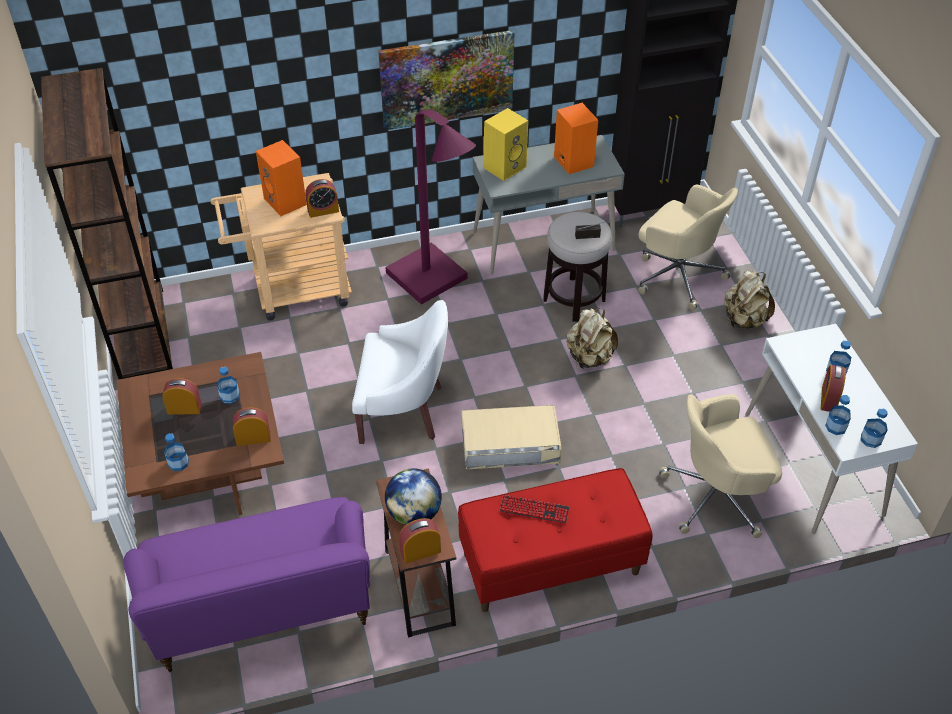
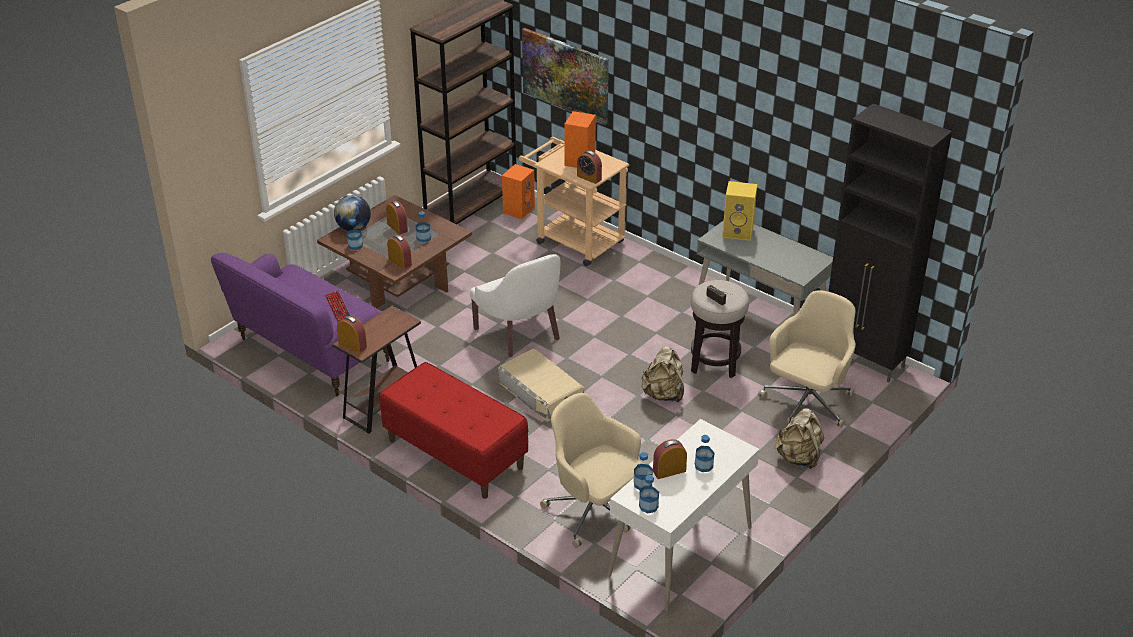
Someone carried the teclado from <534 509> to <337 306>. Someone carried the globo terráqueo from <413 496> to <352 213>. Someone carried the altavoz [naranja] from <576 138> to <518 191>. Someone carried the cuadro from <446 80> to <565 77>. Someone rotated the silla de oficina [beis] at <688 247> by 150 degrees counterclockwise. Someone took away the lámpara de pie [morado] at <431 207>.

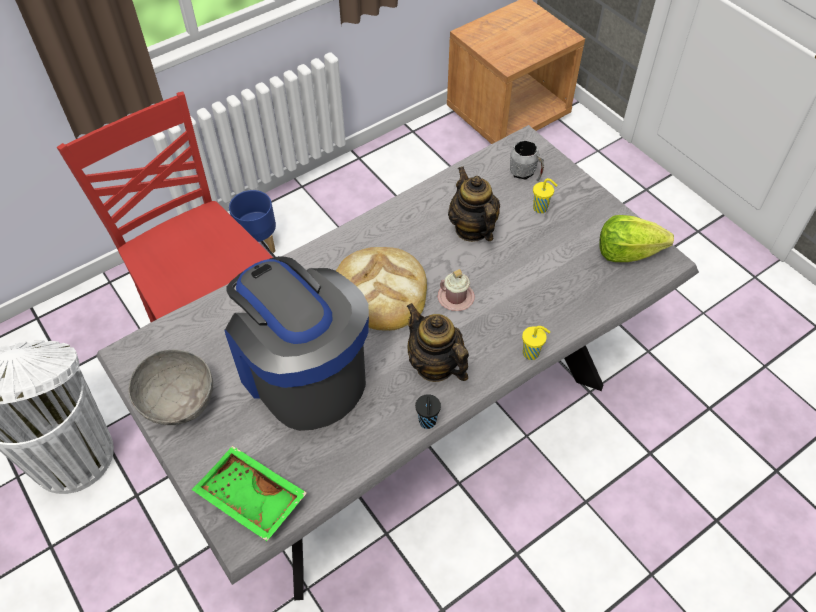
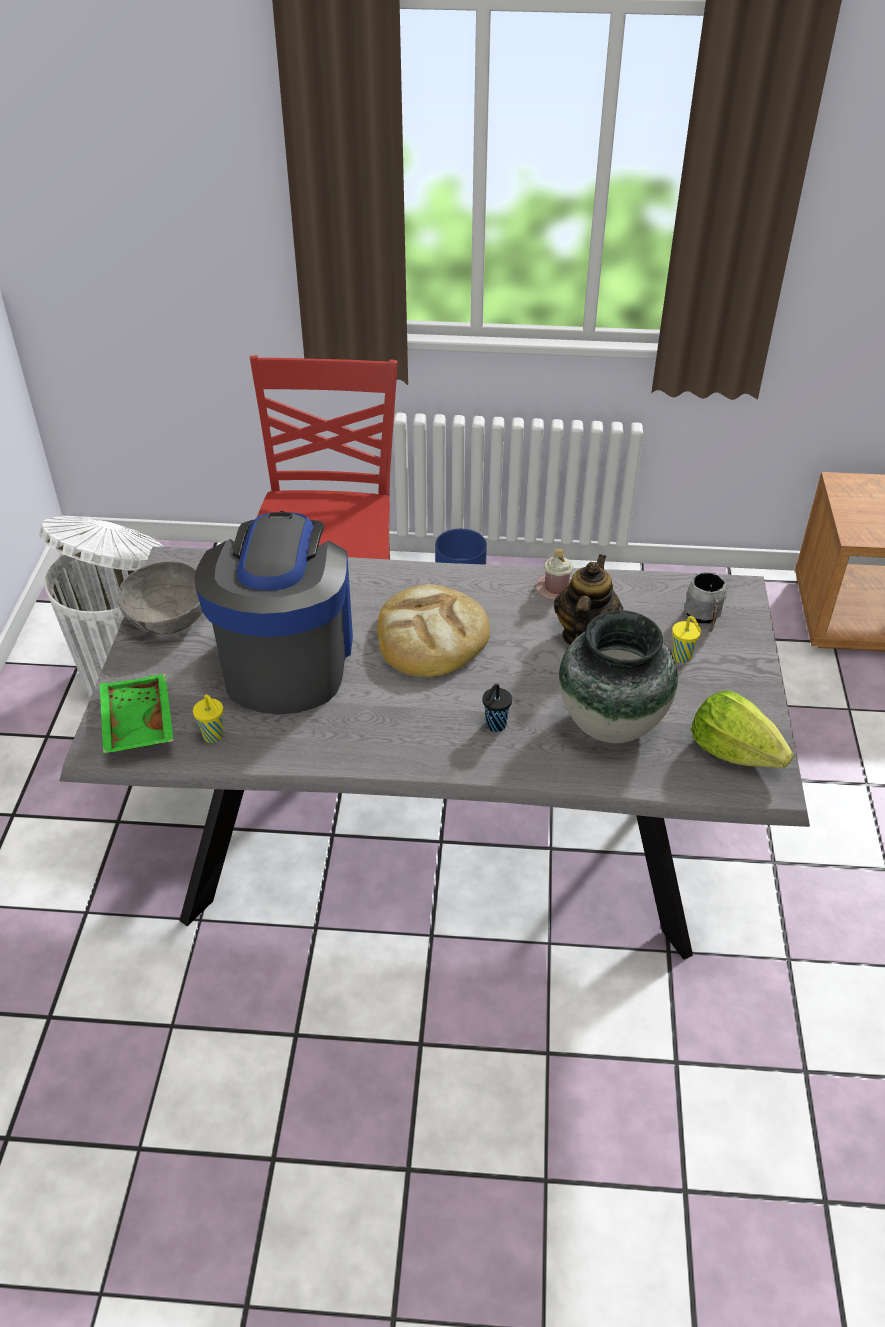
Someone carried the taza [amarillo] from <536 343> to <208 718>. Someone carried the taza [negro] from <428 411> to <497 708>. Someone carried the taza grande [rosa] from <456 290> to <554 574>. Someone put down the florero at <618 676>. Someone took away the tetera at <437 342>.

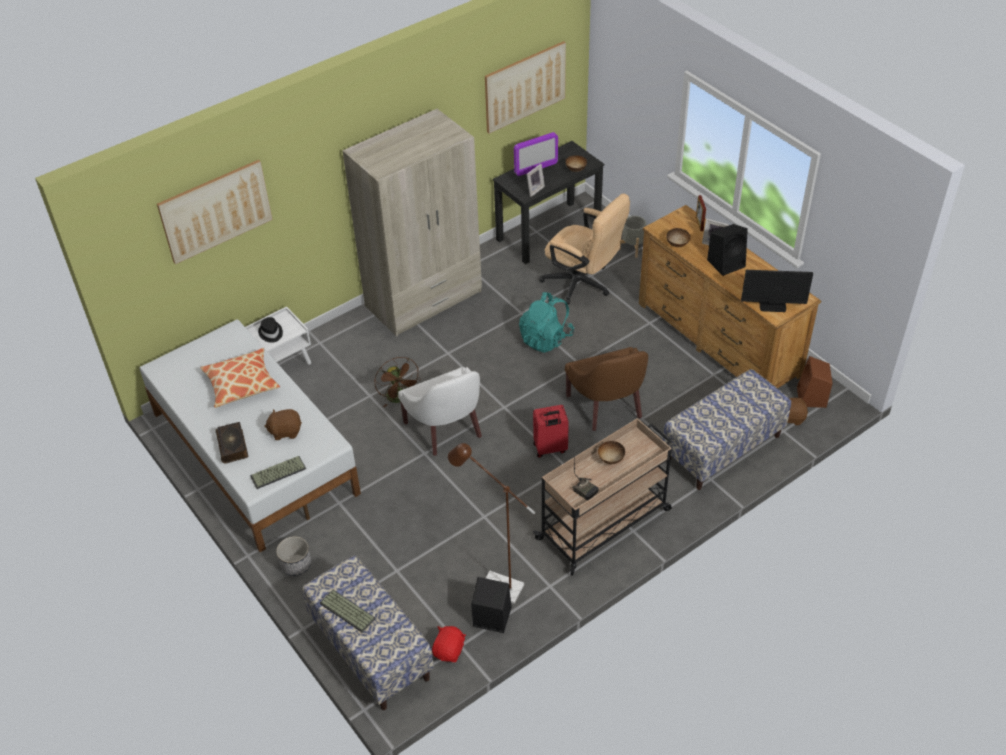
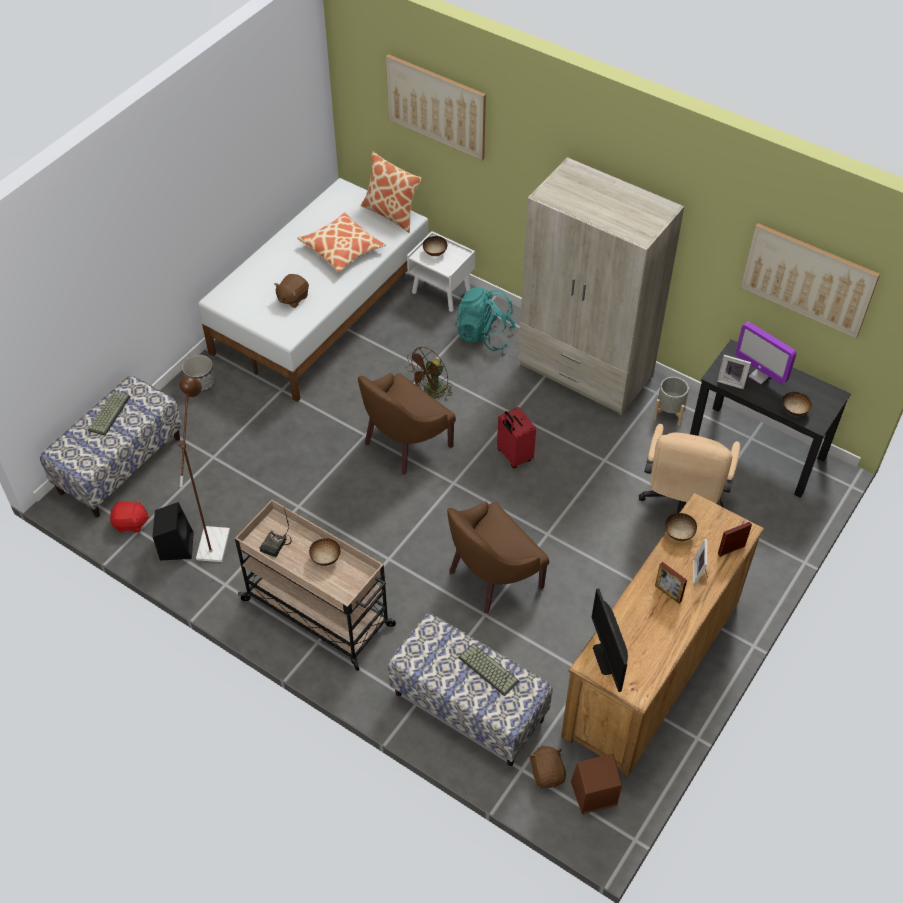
Someone rotated the peluche [marrón] at <283 424> by 120 degrees counterclockwise. Someone repainted the sillón [blanco] at <440 411>, which became the sillón [marrón] at <407 424>. Someone put down the cojín at <391 192>. Someone swapped the sombrero [negro] at <270 330> for the cuenco at <435 246>. Someone carried the mochila [turquesa] from <546 322> to <485 319>. Someone carried the teclado from <278 472> to <488 669>. Someone carried the maleta [rojo] from <551 431> to <516 437>. Someone carried the maceta [gris] from <632 237> to <671 401>. Someone swapped the altavoz [negro] at <727 250> for the portarretratos at <671 583>. Someone took away the libro at <232 443>.

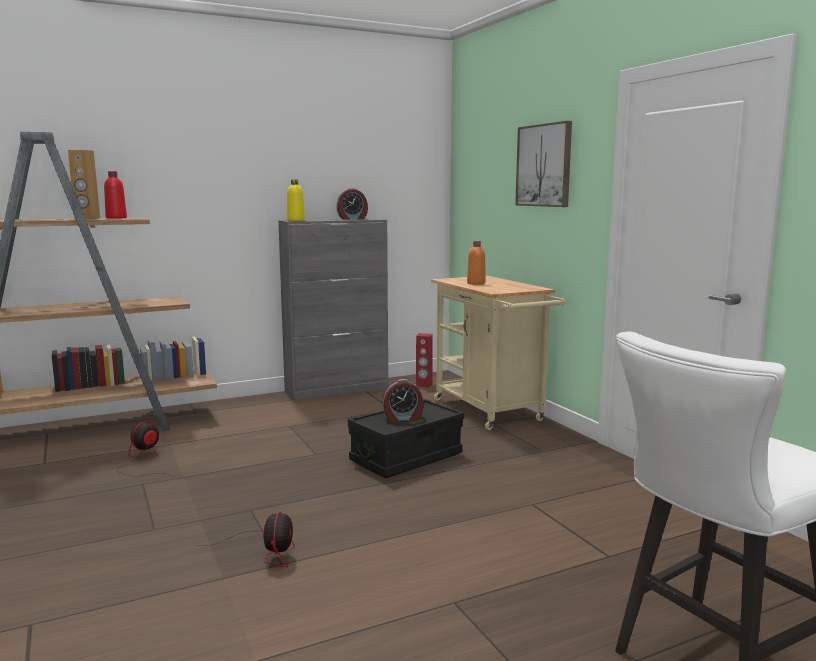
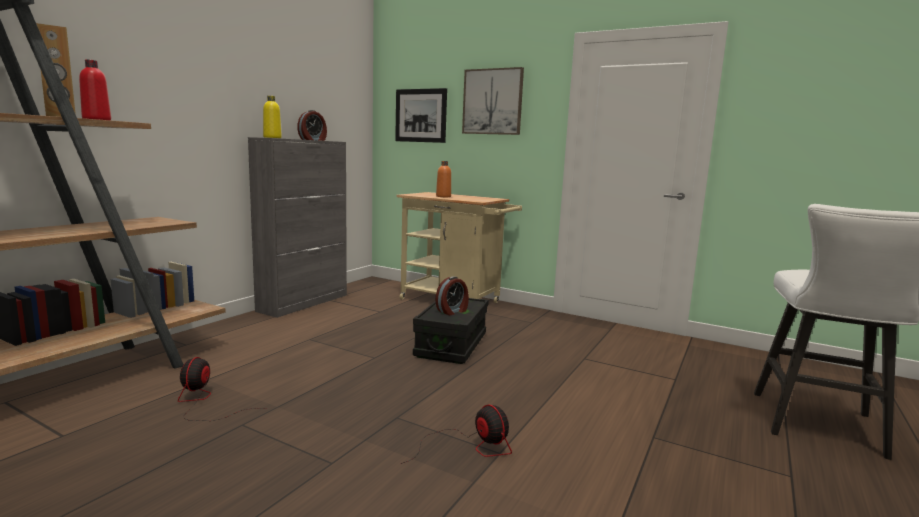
Someone put up the cuadro at <421 115>. Someone took away the altavoz [rojo] at <424 360>.

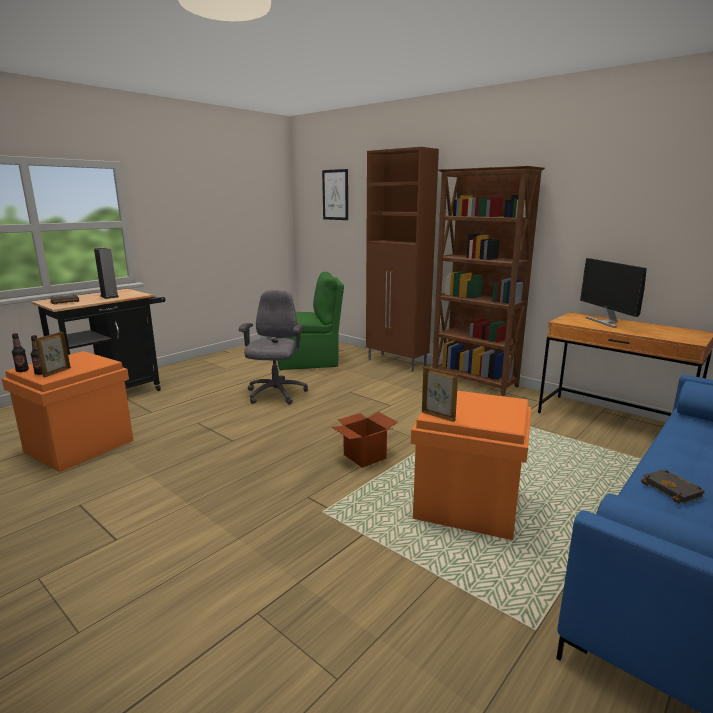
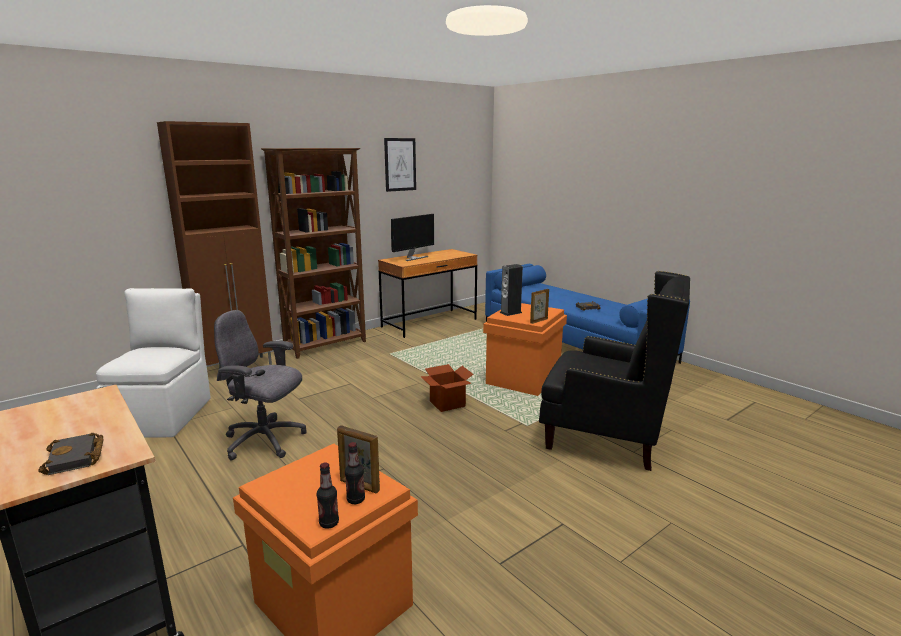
Someone repainted the silla [verde] at <310 321>, which became the silla [blanco] at <153 363>. Someone carried the cuadro from <335 194> to <400 165>. Someone rotated the monitor at <613 293> by 45 degrees counterclockwise. Someone carried the altavoz from <106 273> to <511 290>. Someone put down the sillón [negro] at <614 371>.

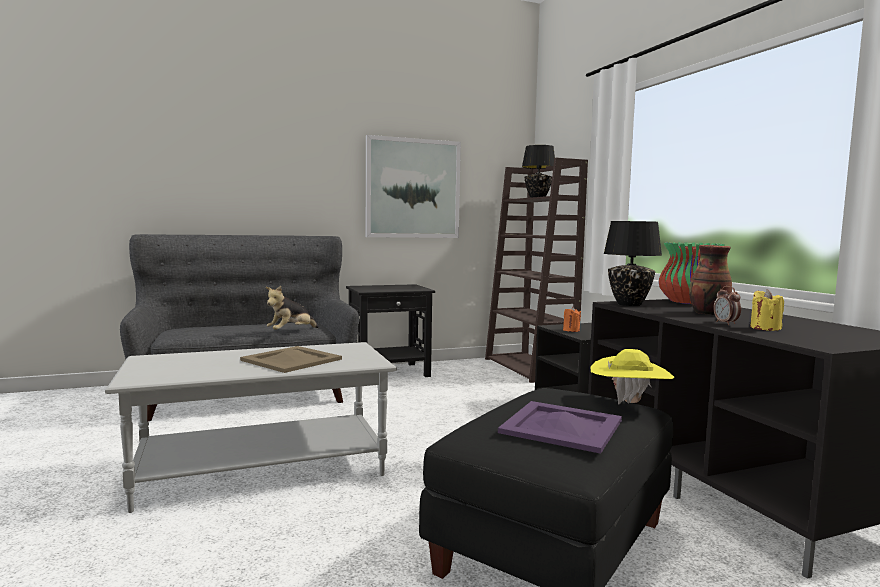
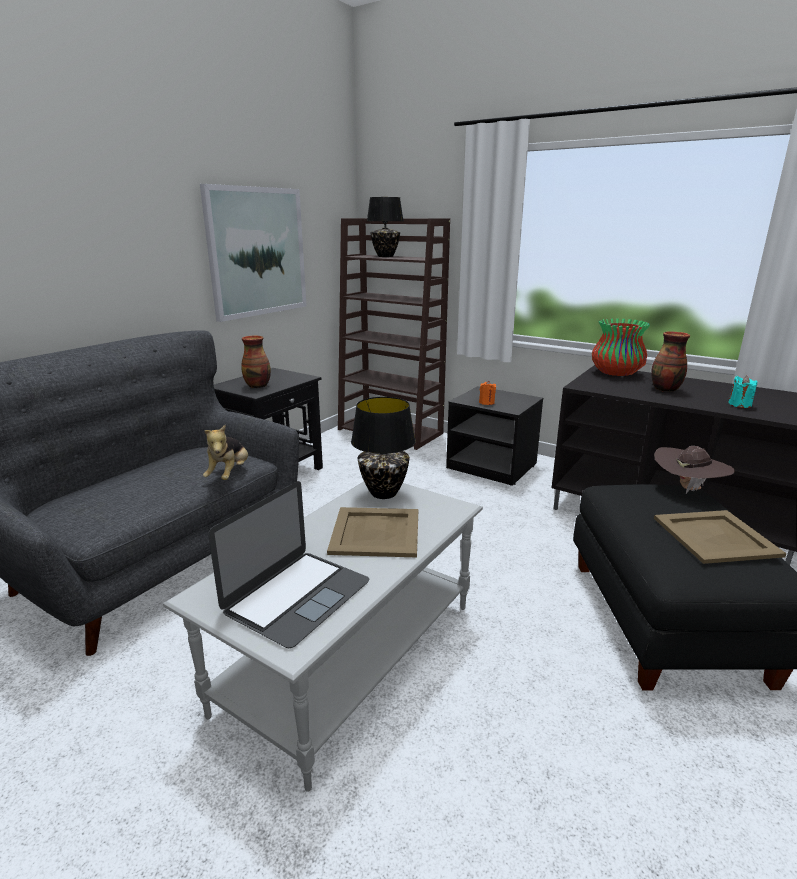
Someone put down the portátil at <289 564>. Someone put down the florero at <256 362>. Someone carried the lámpara de mesa [negro] from <632 263> to <383 448>. Someone repainted the sombrero [amarillo] at <632 377>, which became the sombrero [marrón] at <694 470>. Someone repainted the bandeja [morado] at <560 427>, which became the bandeja [beis] at <720 537>. Someone repainted the vela [amarillo] at <767 310>, which became the vela [turquesa] at <742 392>. Someone took away the despertador at <727 305>.

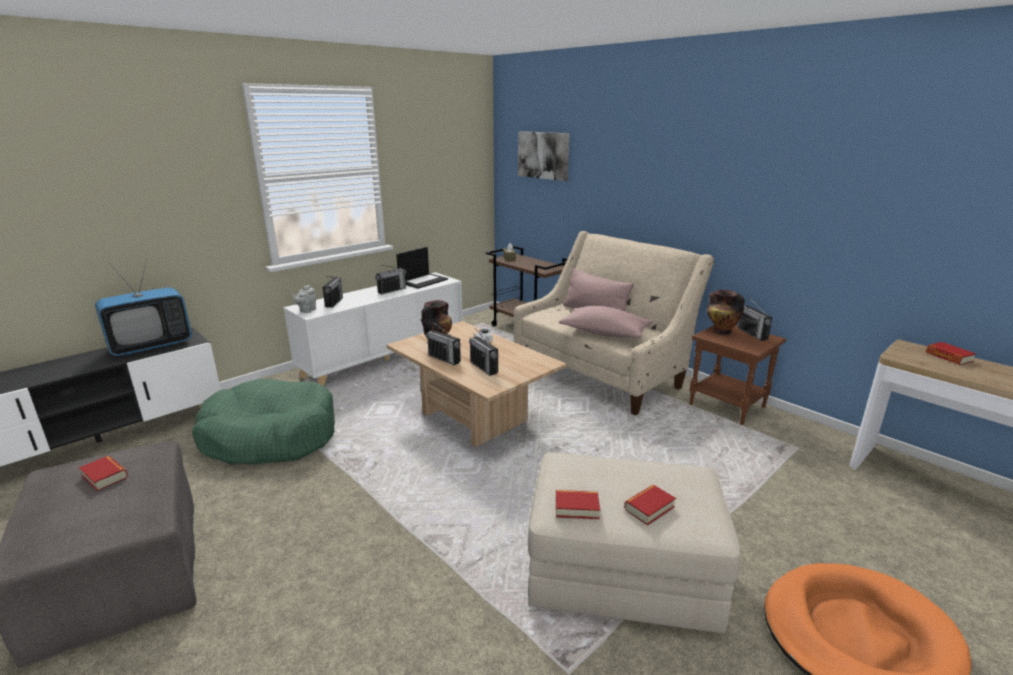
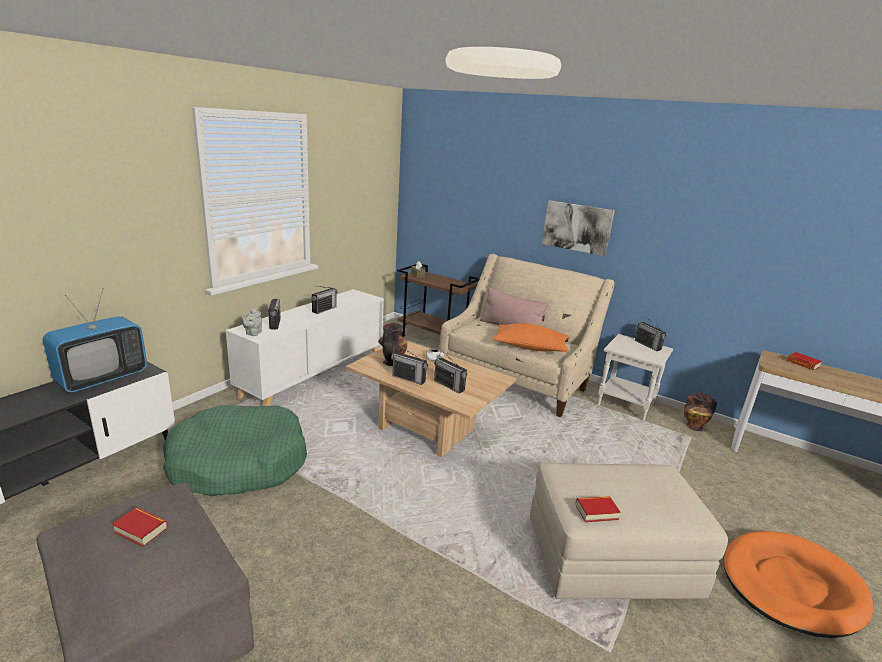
Someone repainted the cojín [rosa] at <606 322>, which became the cojín [naranja] at <530 337>. Someone carried the cuadro from <544 156> to <578 228>. Someone repainted the mesa auxiliar [marrón] at <738 375>, which became the mesa auxiliar [blanco] at <635 377>. Someone carried the florero from <726 312> to <700 412>. Someone took away the portátil at <422 268>. Someone took away the libro at <650 505>.

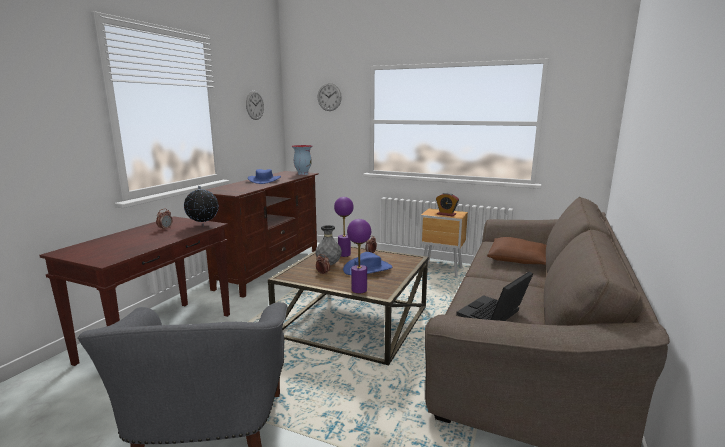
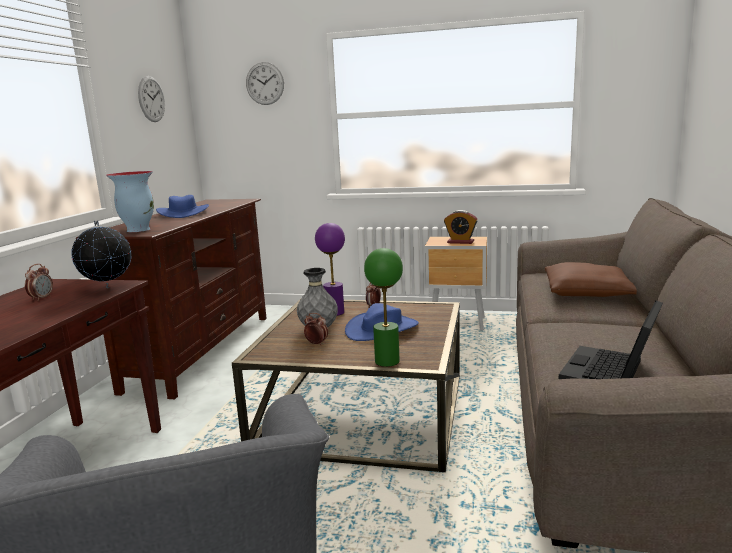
Someone carried the florero from <302 160> to <130 201>. Someone repainted the lámpara de mesa [morado] at <359 256>, which became the lámpara de mesa [verde] at <383 307>.

